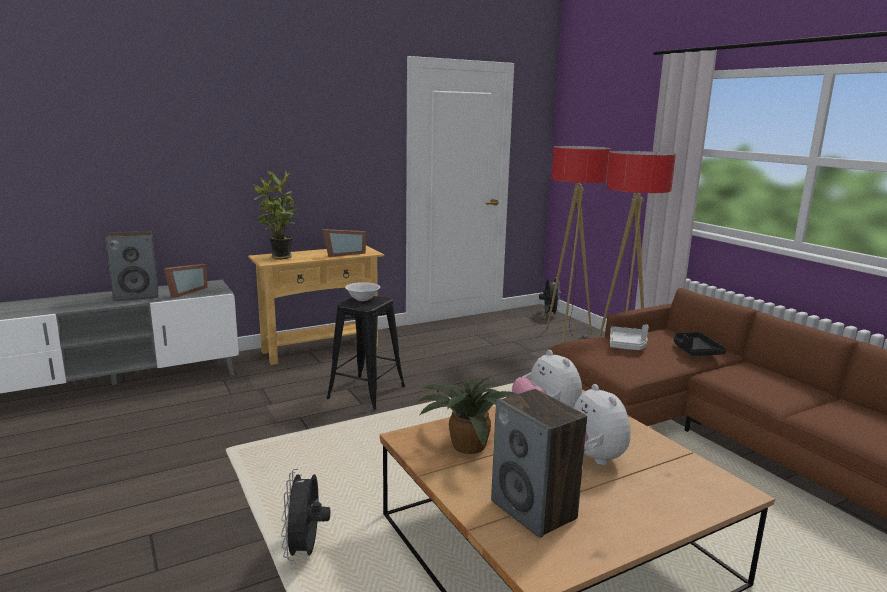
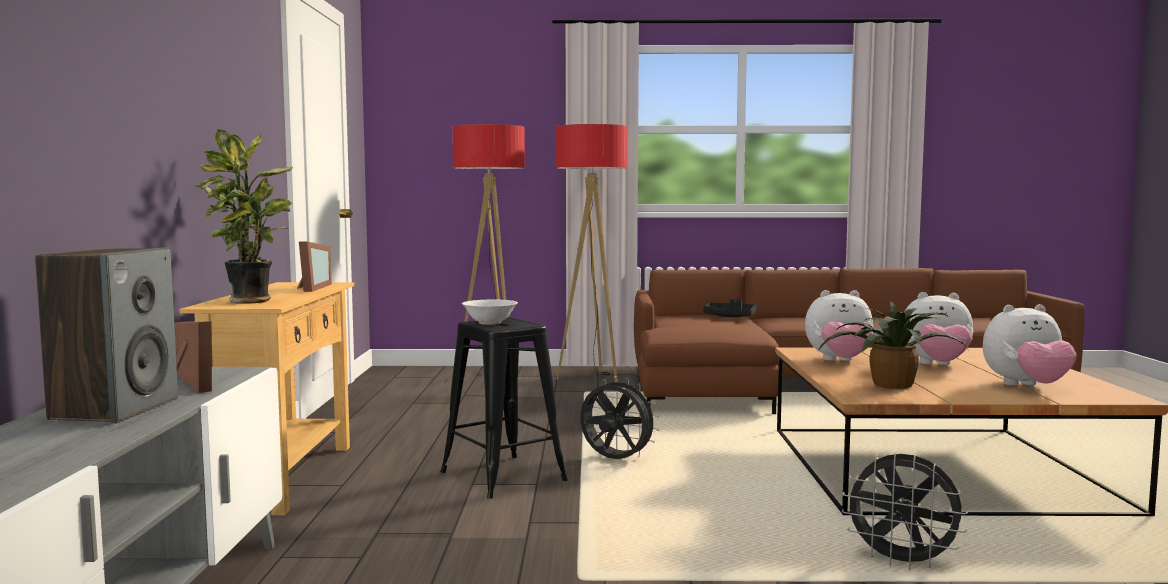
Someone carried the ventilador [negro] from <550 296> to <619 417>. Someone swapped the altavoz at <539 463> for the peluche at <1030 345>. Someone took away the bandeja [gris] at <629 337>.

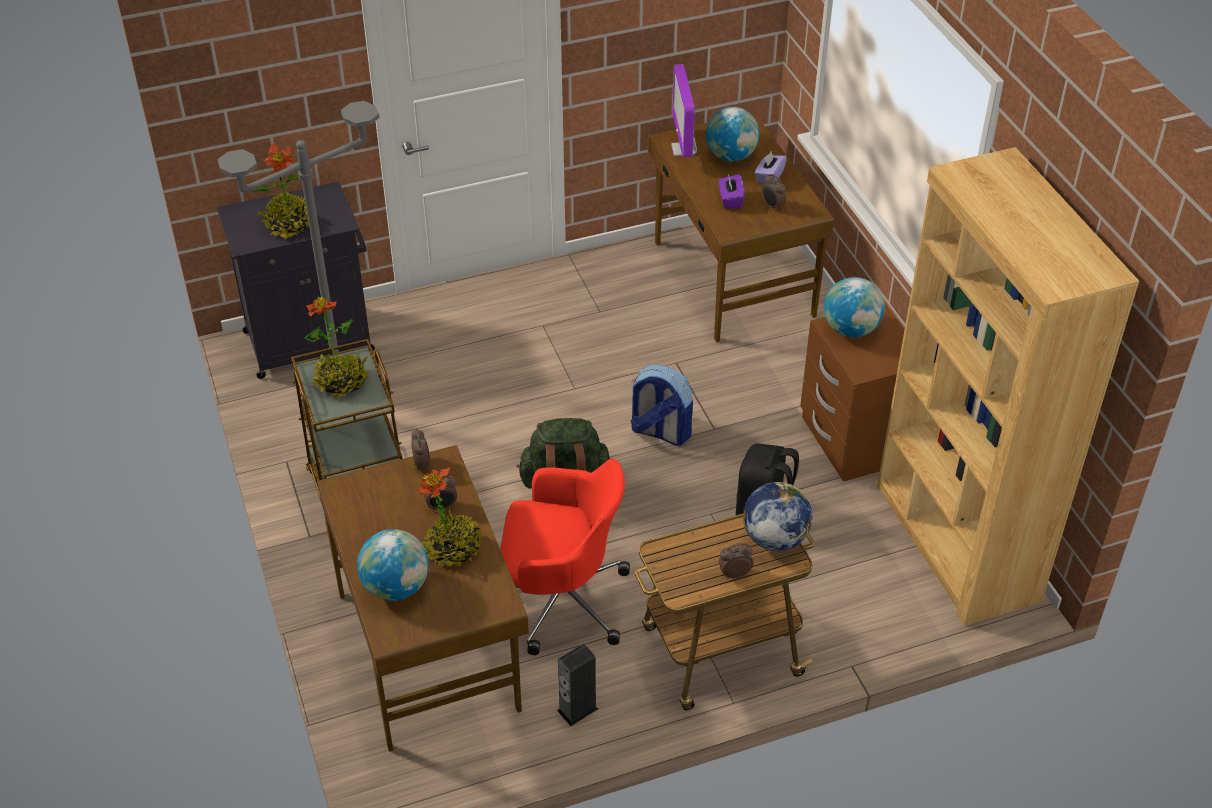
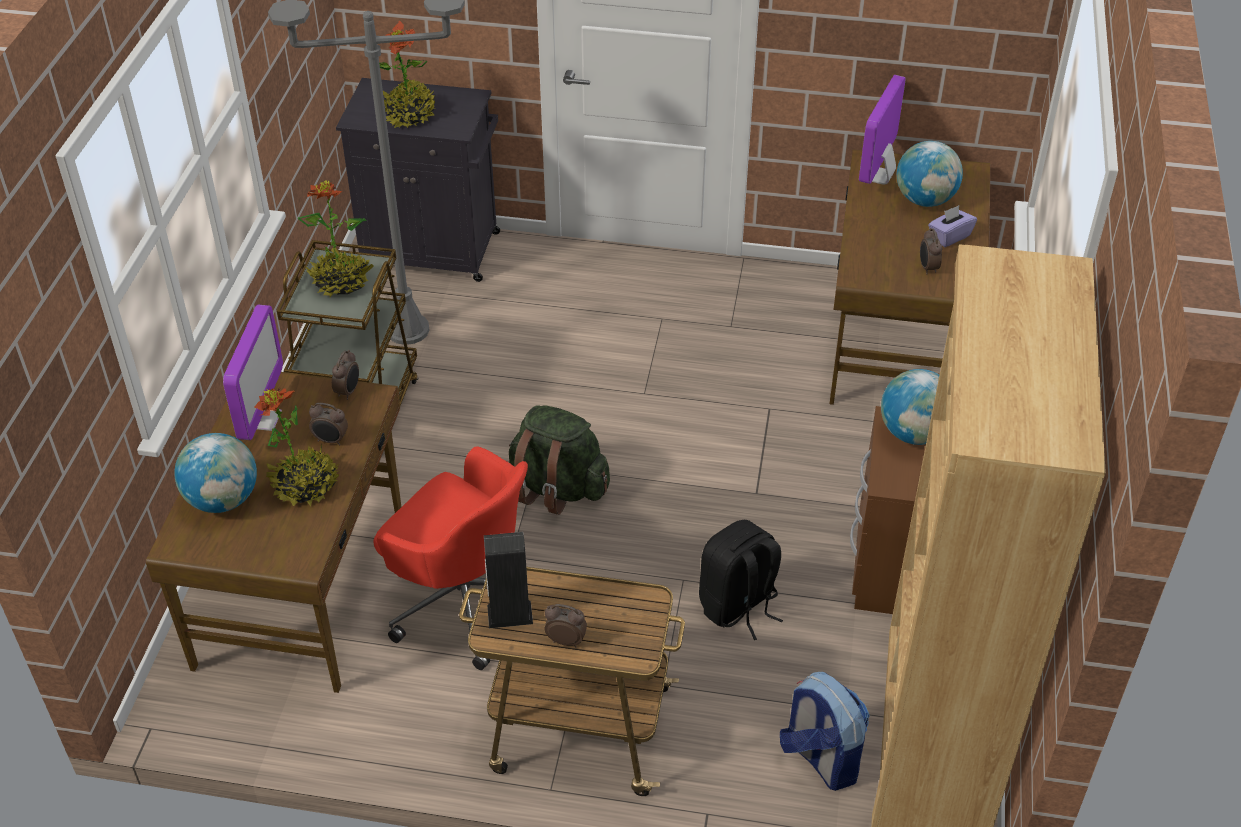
Someone put down the monitor at <253 372>. Someone carried the altavoz from <577 685> to <508 580>. Someone carried the mochila from <662 405> to <825 731>. Someone took away the caja de pañuelos [morado] at <731 191>. Someone took away the globo terráqueo at <777 516>.

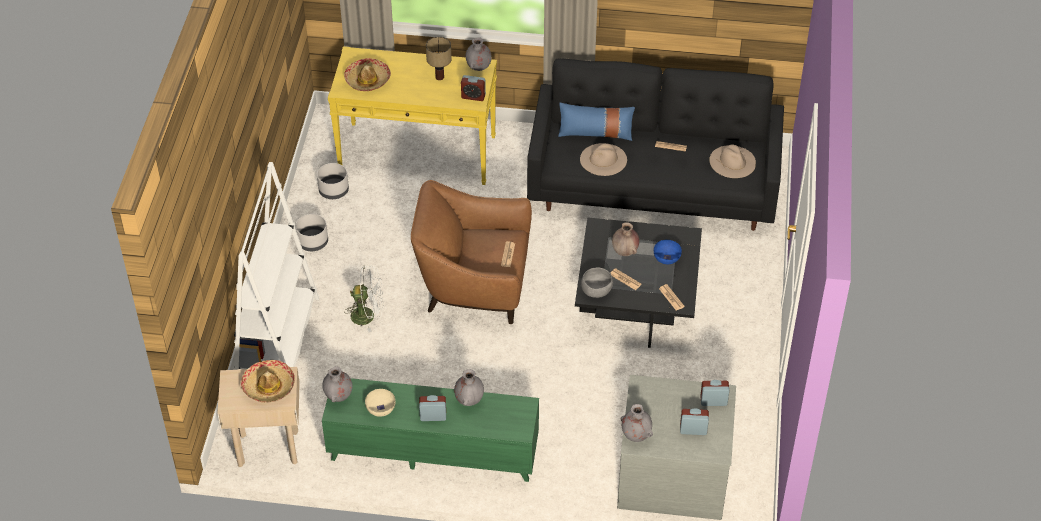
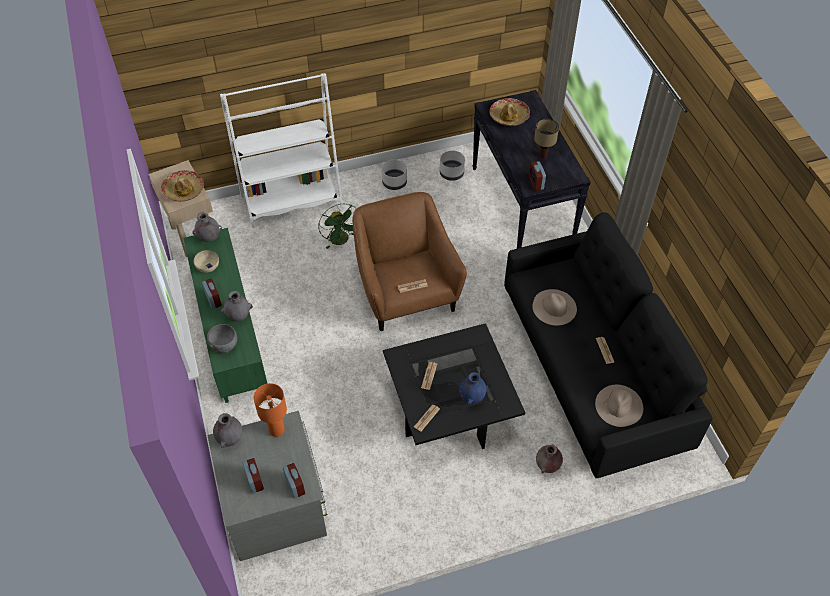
Someone carried the cuenco [gris] from <597 282> to <222 338>. Someone put down the lámpara de mesa [naranja] at <270 410>. Someone repainted the ventilador [blanco] at <364 299>, which became the ventilador [verde] at <337 226>. Someone swapped the cuenco [azul] at <668 252> for the florero [azul] at <472 388>. Someone repainted the mesa consola [amarillo] at <412 115>, which became the mesa consola [negro] at <531 169>. Someone carried the florero [marrón] from <625 239> to <549 458>. Someone took away the florero [gris] at <479 54>. Someone took away the cojín [azul] at <596 122>.

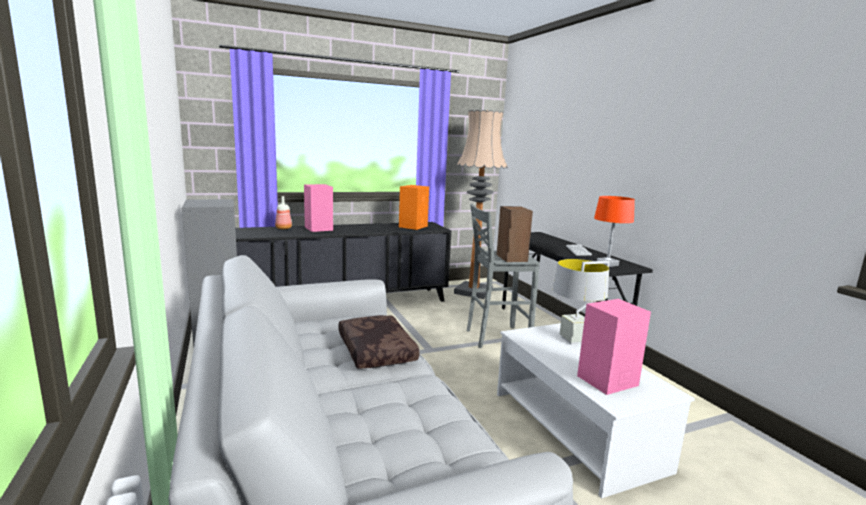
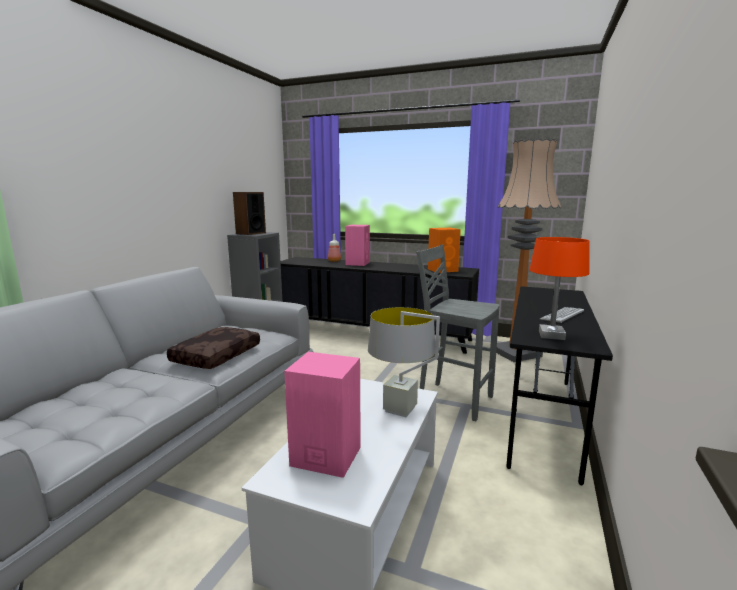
Someone carried the altavoz from <515 234> to <249 213>.

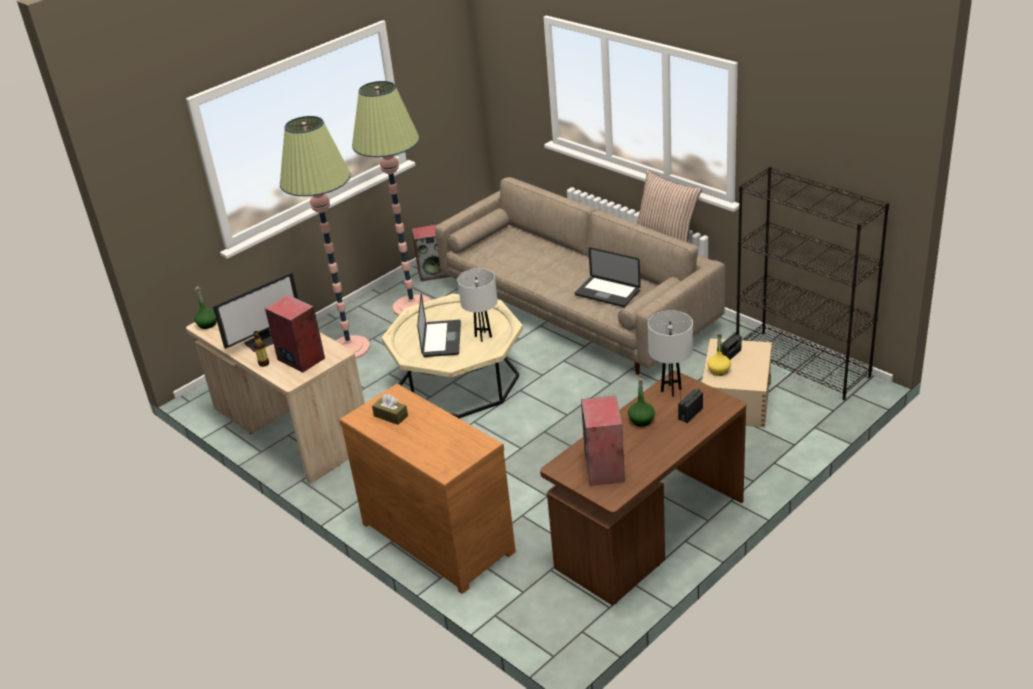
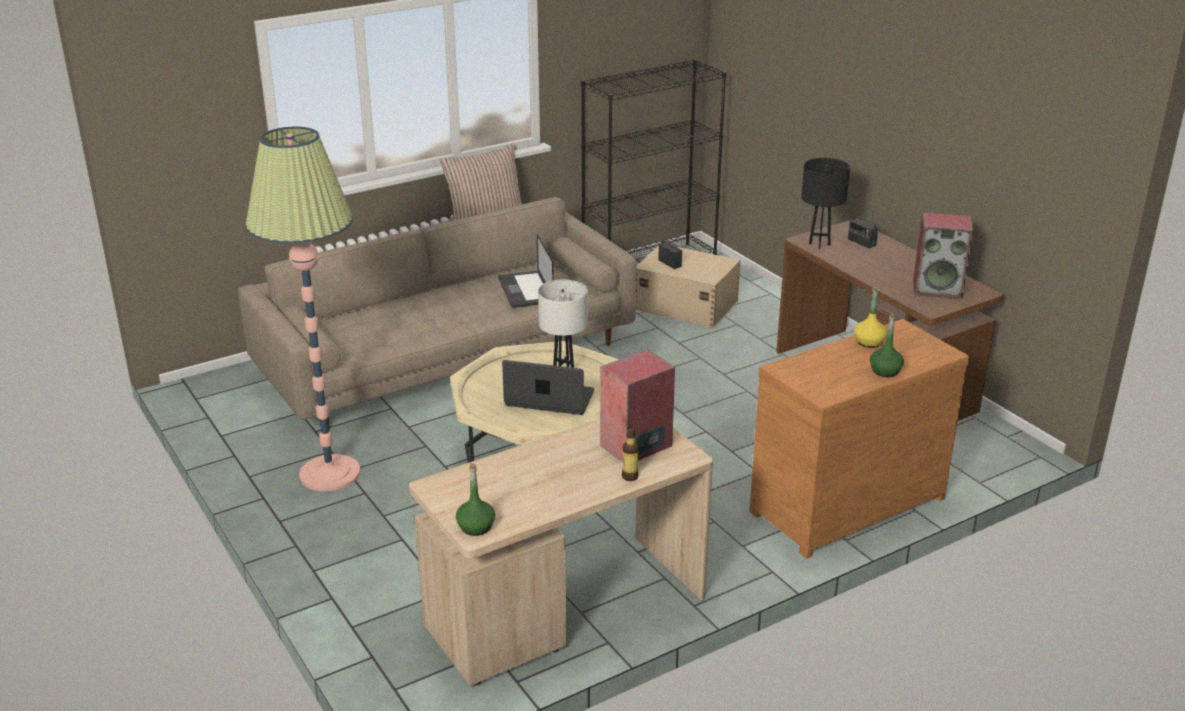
Someone rotated the portátil at <608 277> by 120 degrees clockwise. Someone repainted the lámpara de mesa [blanco] at <670 353>, which became the lámpara de mesa [negro] at <825 203>. Someone carried the botella [amarillo] from <719 354> to <870 317>. Someone carried the botella [verde] from <641 401> to <887 345>. Someone took away the monitor at <255 312>. Someone took away the lámpara de pie at <325 237>. Someone took away the caja de pañuelos [marrón] at <390 409>. Someone took away the altavoz at <431 253>.

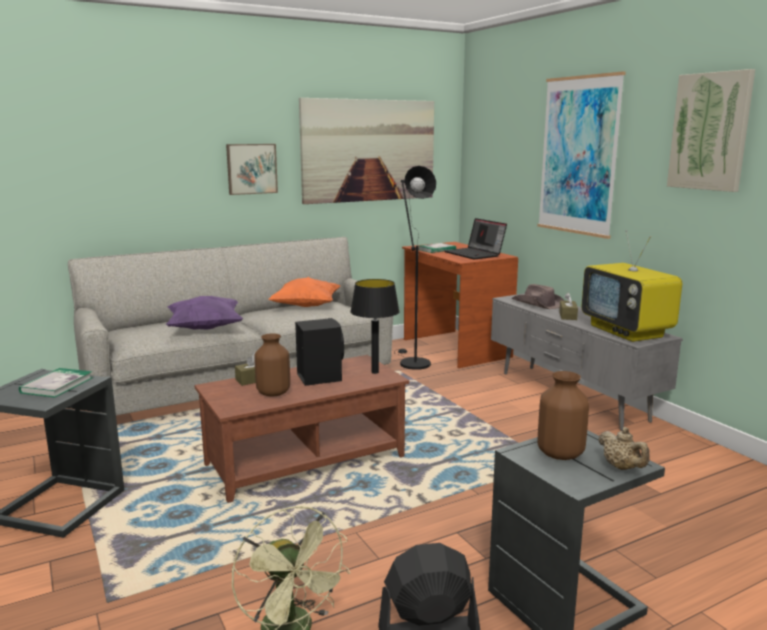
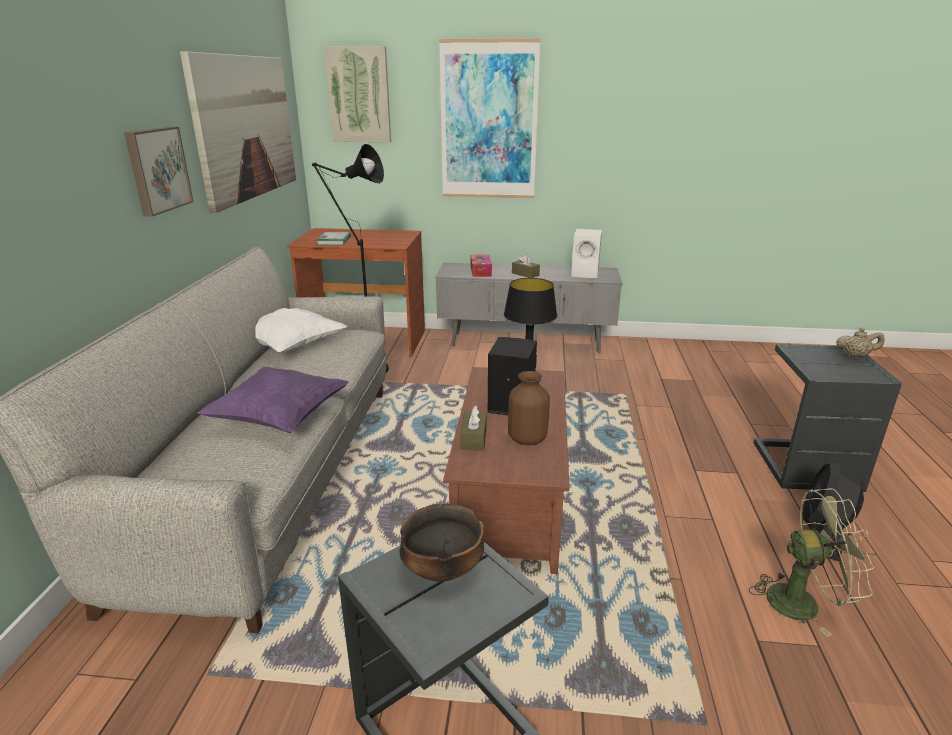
Someone repainted the cojín [naranja] at <304 292>, which became the cojín [blanco] at <301 330>. Someone carried the cuadro from <711 130> to <357 94>. Someone swapped the libro at <56 383> for the cuenco at <442 543>. Someone swapped the sombrero [marrón] at <538 296> for the caja de pañuelos at <481 266>. Someone swapped the televisor at <631 286> for the altavoz [blanco] at <586 253>. Someone took away the portátil at <475 238>. Someone took away the florero [marrón] at <563 415>.

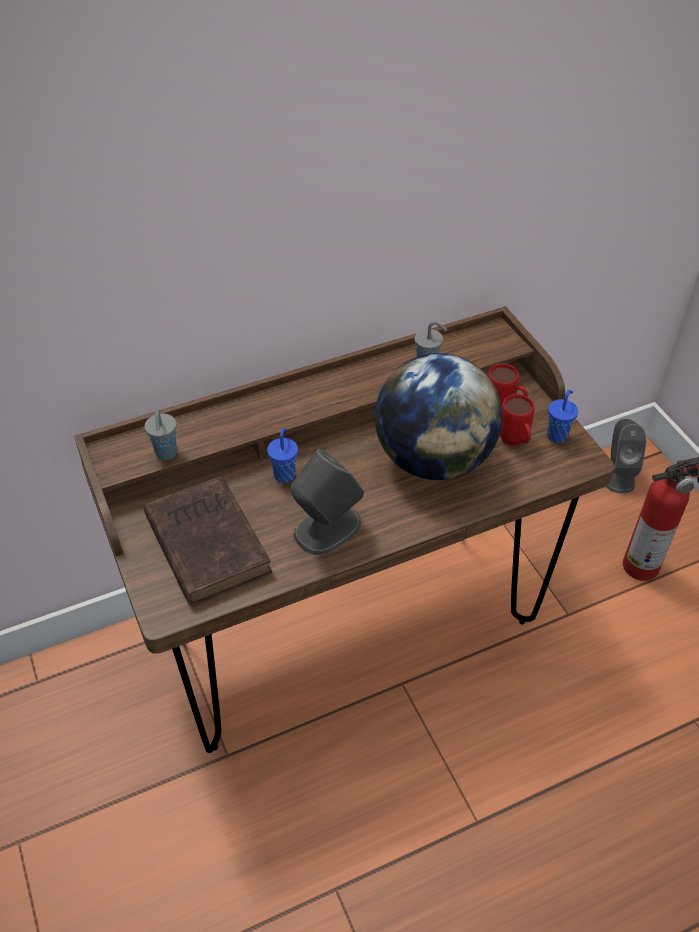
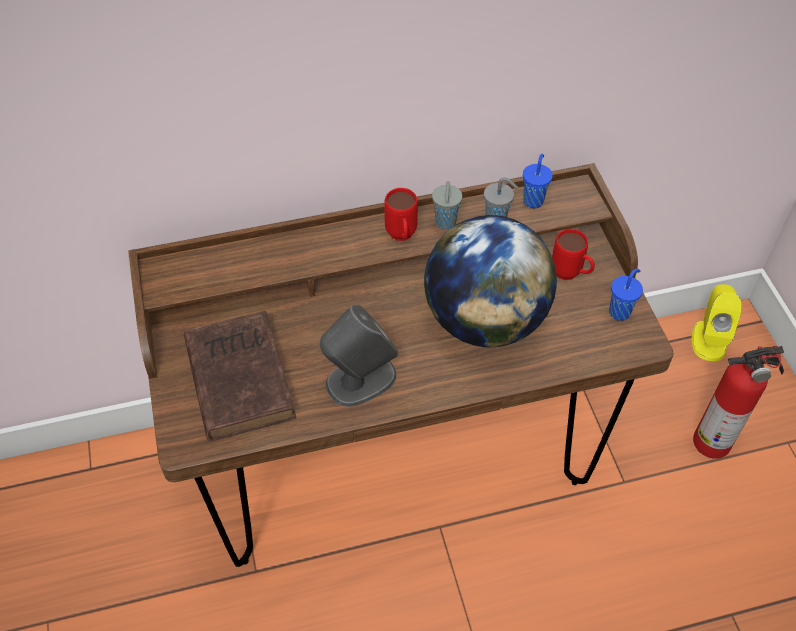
Someone carried the taza grande [rojo] from <517 420> to <401 214>. Someone carried the taza [gris] from <161 434> to <447 205>. Someone carried the taza [azul] from <282 455> to <538 181>. Someone repainted the altavoz [gris] at <626 456>, which became the altavoz [amarillo] at <717 322>.

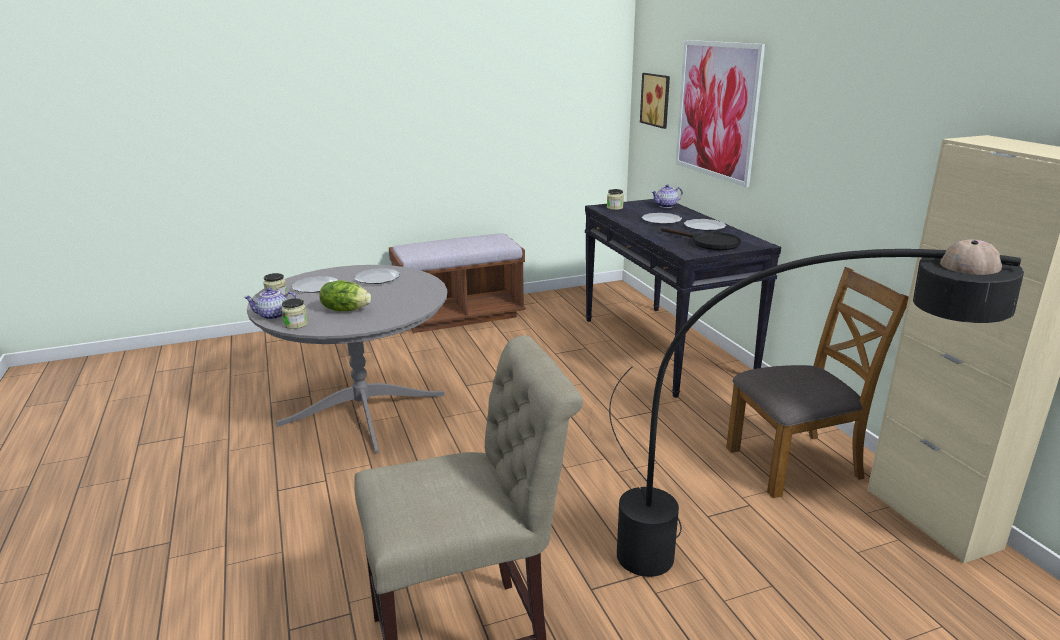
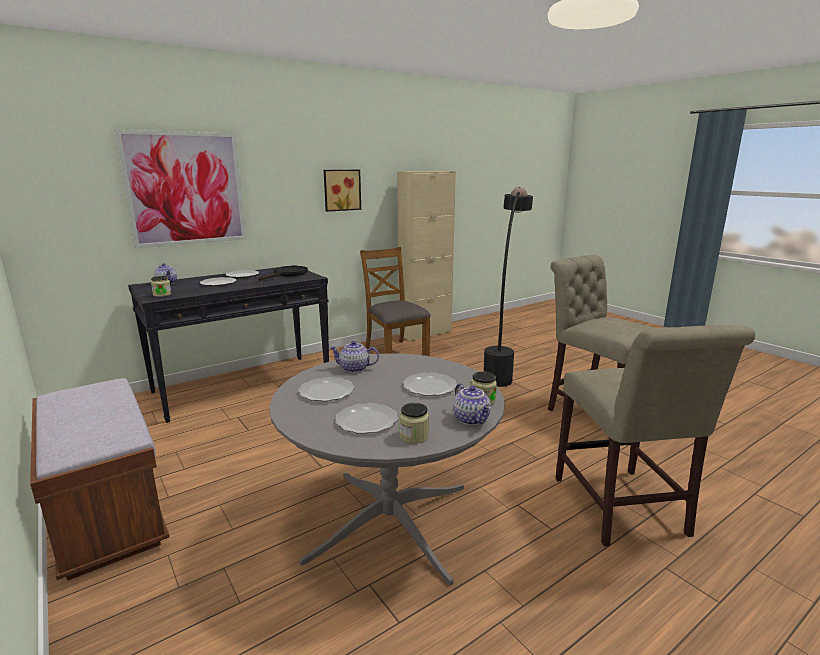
Someone carried the cuadro from <655 101> to <342 191>. Someone put down the tetera at <354 357>. Someone swapped the lechuga at <345 295> for the plato at <430 384>. Someone put down the silla [beis] at <655 436>.

